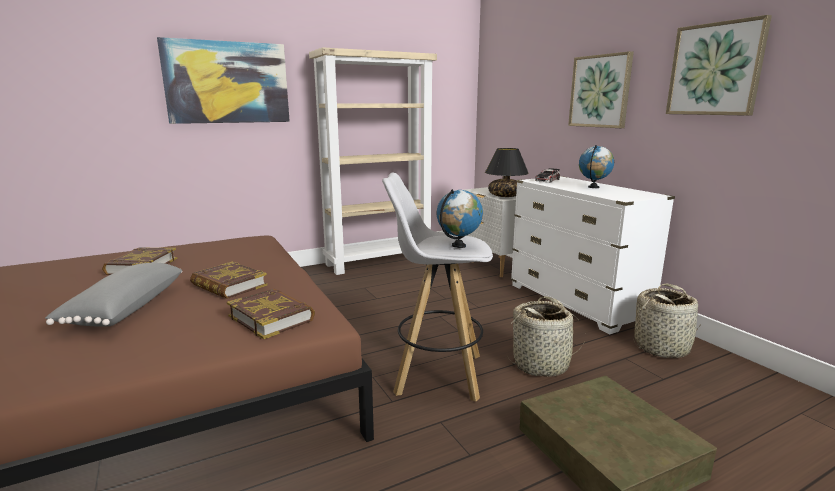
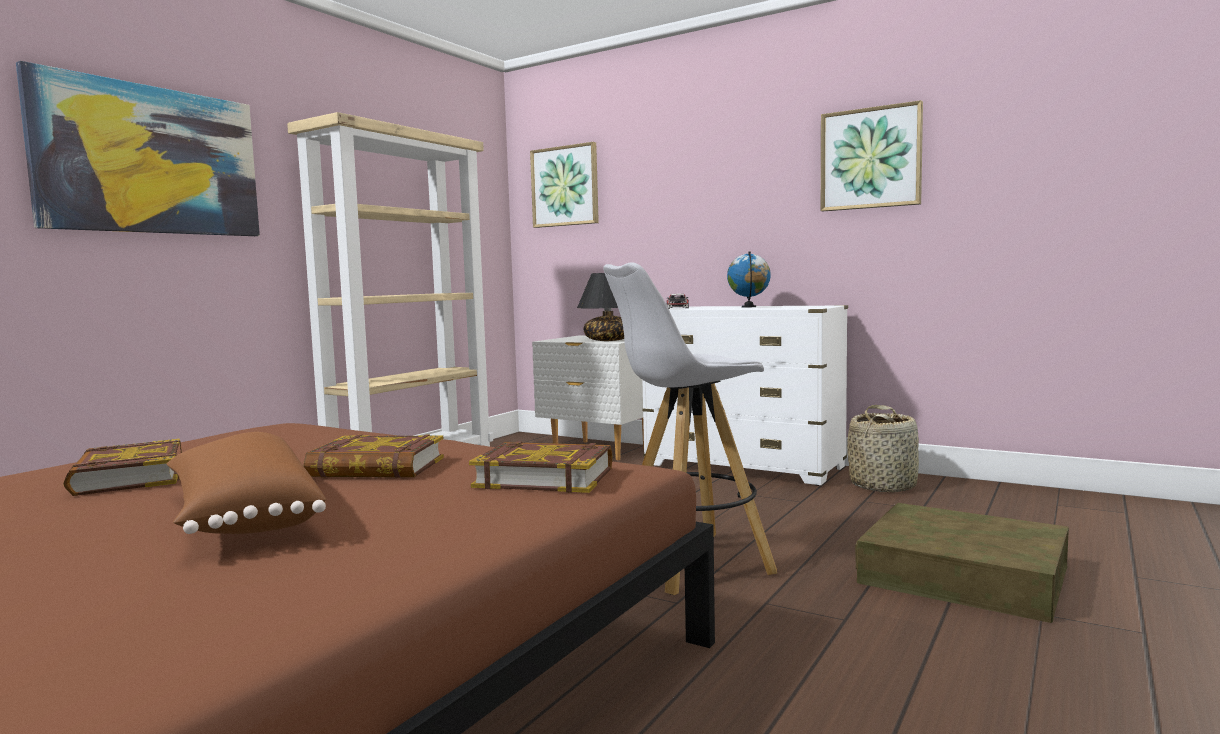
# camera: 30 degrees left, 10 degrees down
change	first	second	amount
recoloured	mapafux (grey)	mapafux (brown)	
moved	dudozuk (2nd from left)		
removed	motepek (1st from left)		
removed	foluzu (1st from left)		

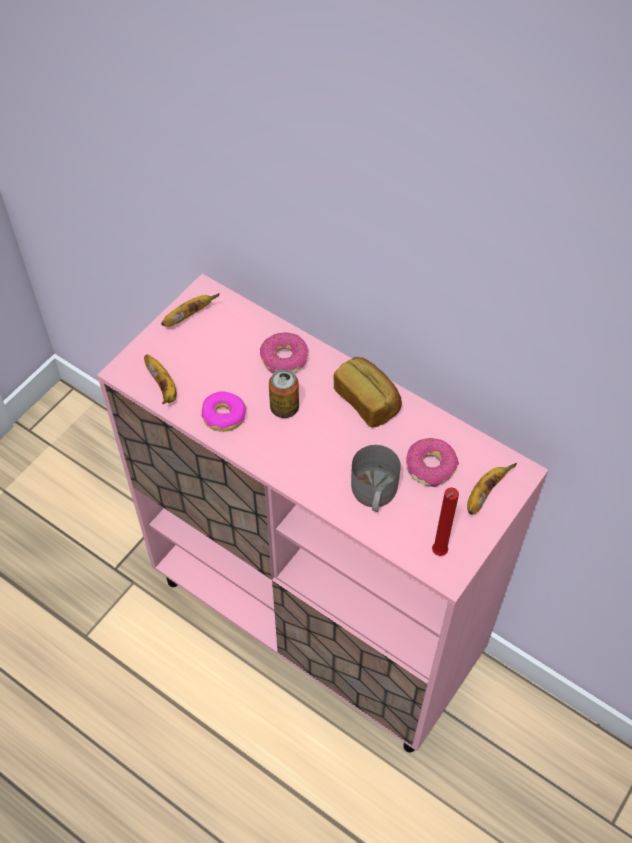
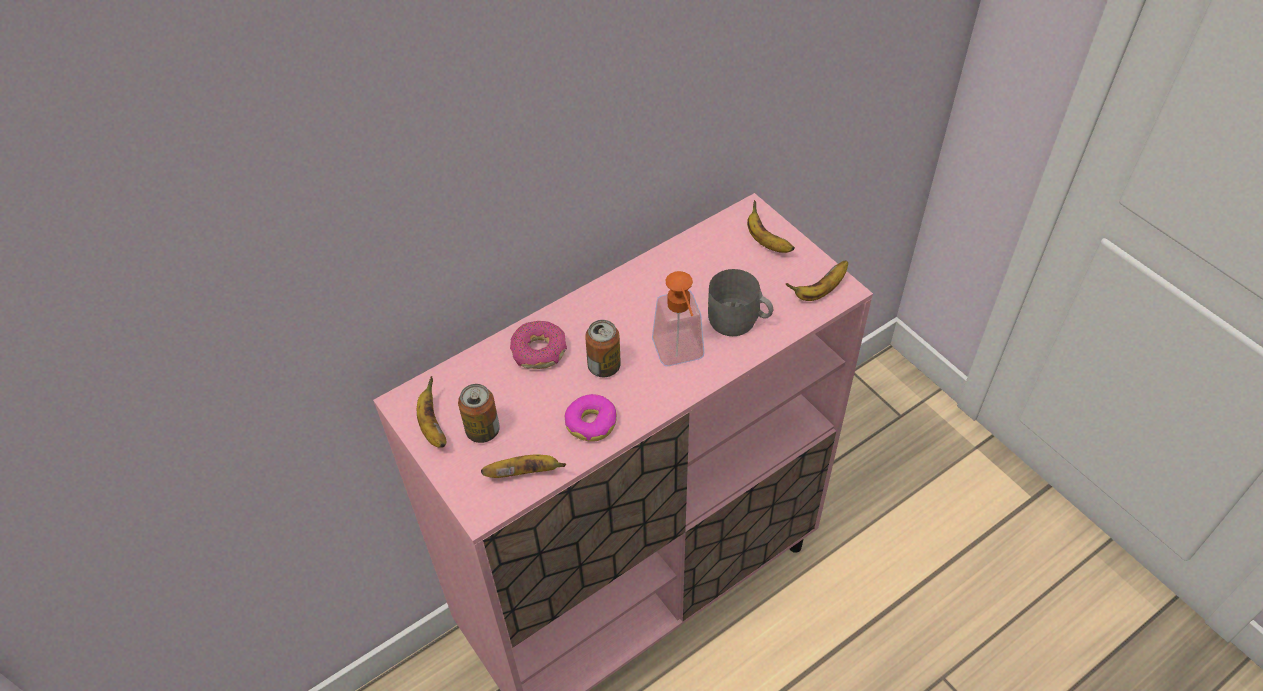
# camera: 70 degrees left, 5 degrees down
change	first	second	amount
added		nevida (1st from left)	
added		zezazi	
replaced	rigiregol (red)	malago (4th from left)	
removed	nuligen		
removed	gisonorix (3rd from left)		

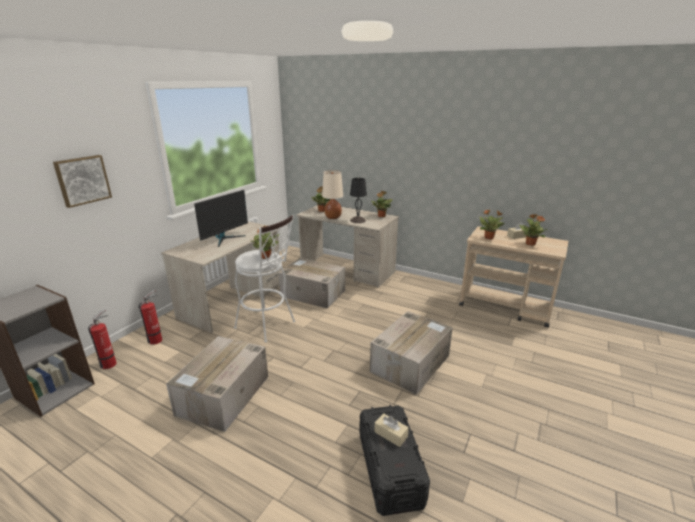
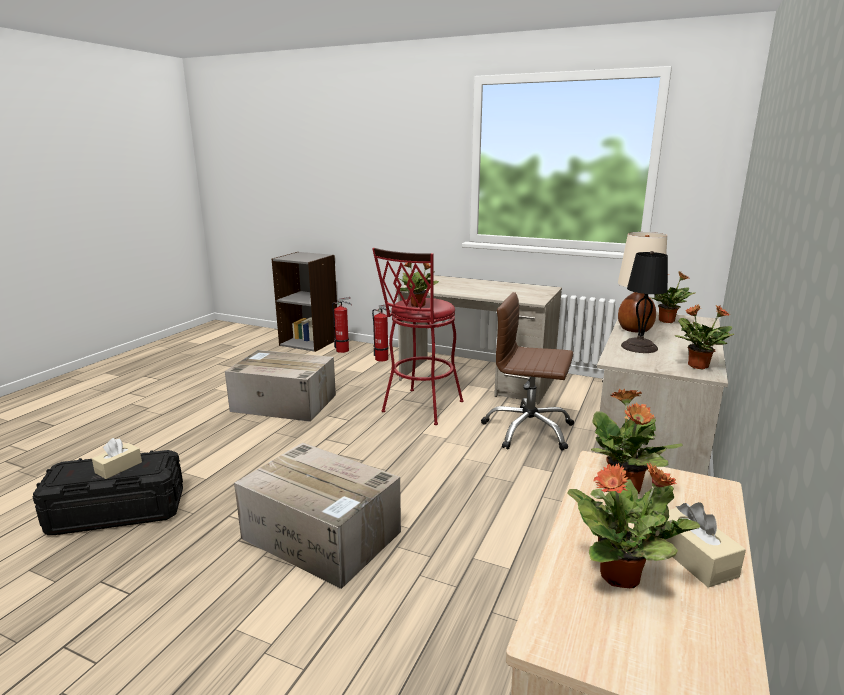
# camera: 85 degrees right, 5 degrees down
change	first	second	amount
recoloured	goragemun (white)	goragemun (red)	
replaced	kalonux (2nd from left)	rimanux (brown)	
removed	dudozuk		
removed	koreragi		

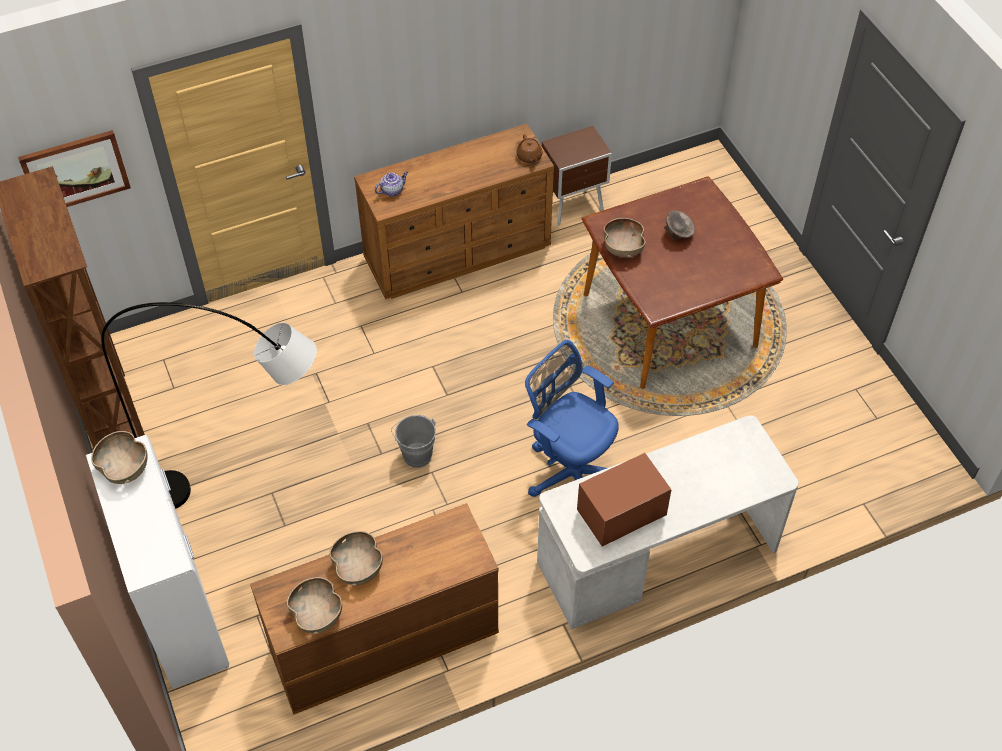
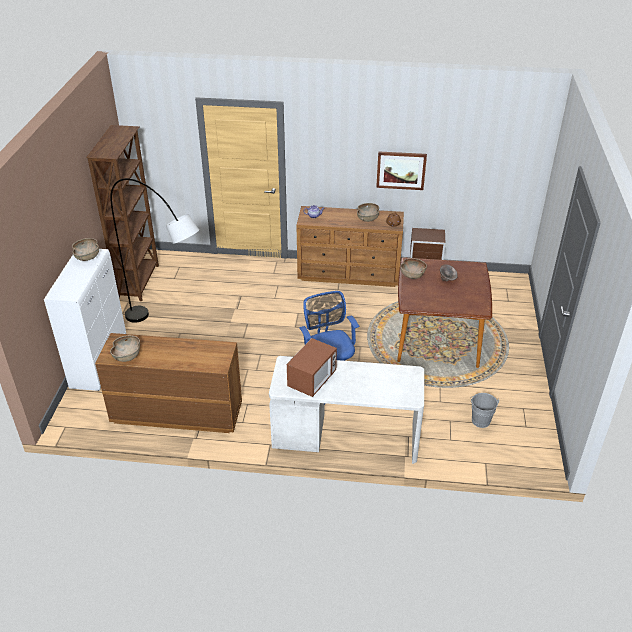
# camera: 30 degrees right, 15 degrees down
change	first	second	amount
turned	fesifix		120 degrees clockwise
moved	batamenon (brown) (3rd from left)		
moved	dudozuk		
moved	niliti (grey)		

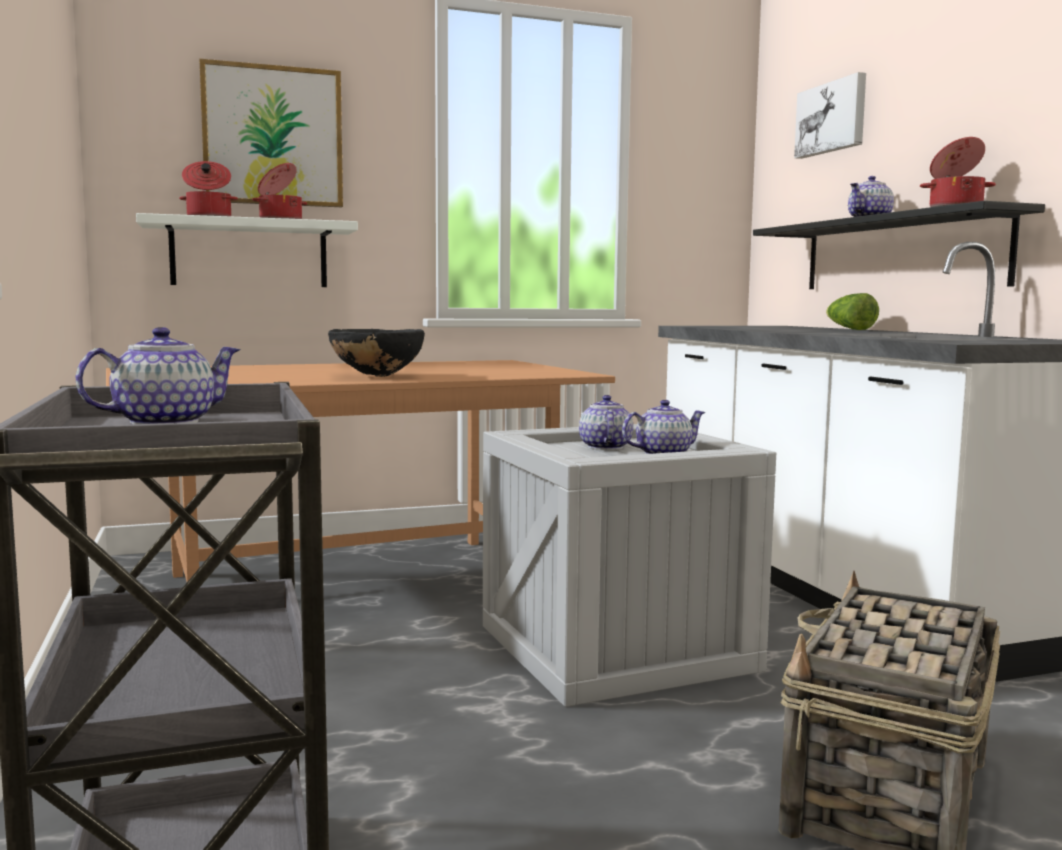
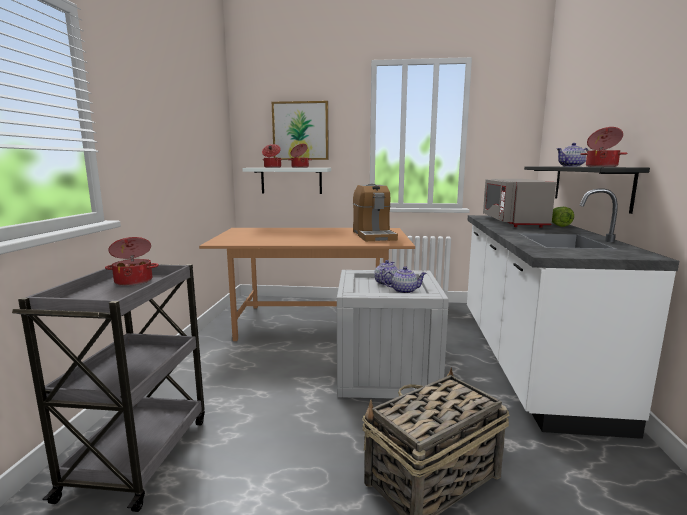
# camera: 25 degrees right, 5 degrees up
change	first	second	amount
replaced	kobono (1st from left)	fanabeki (1st from left)	
added		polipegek	
added		fesifix (grey)	
removed	batamenon (black)		
removed	dudozuk (2nd from left)		

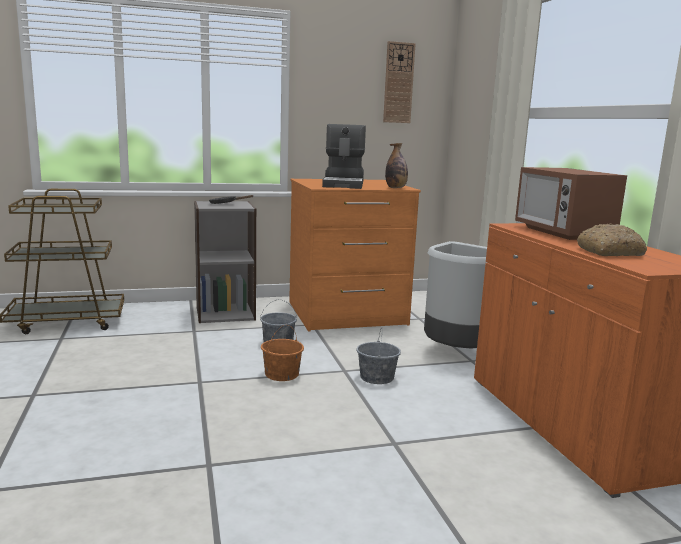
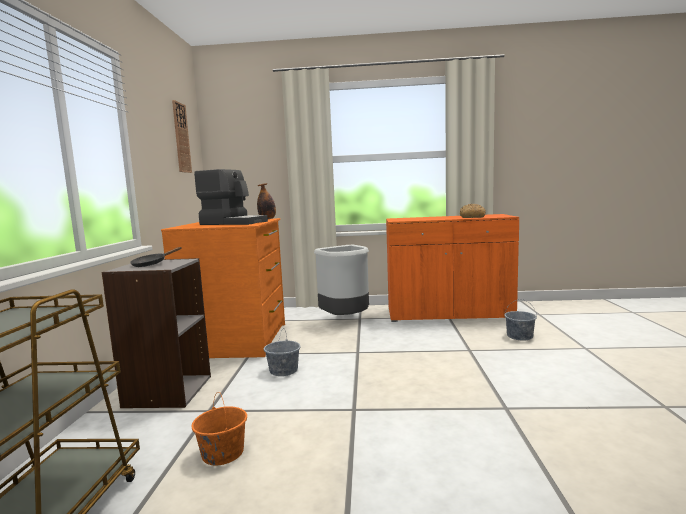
# camera: 70 degrees left, 5 degrees down
change	first	second	amount
moved	niliti (orange)		
moved	niliti (grey) (2nd from left)		
removed	fesifix		

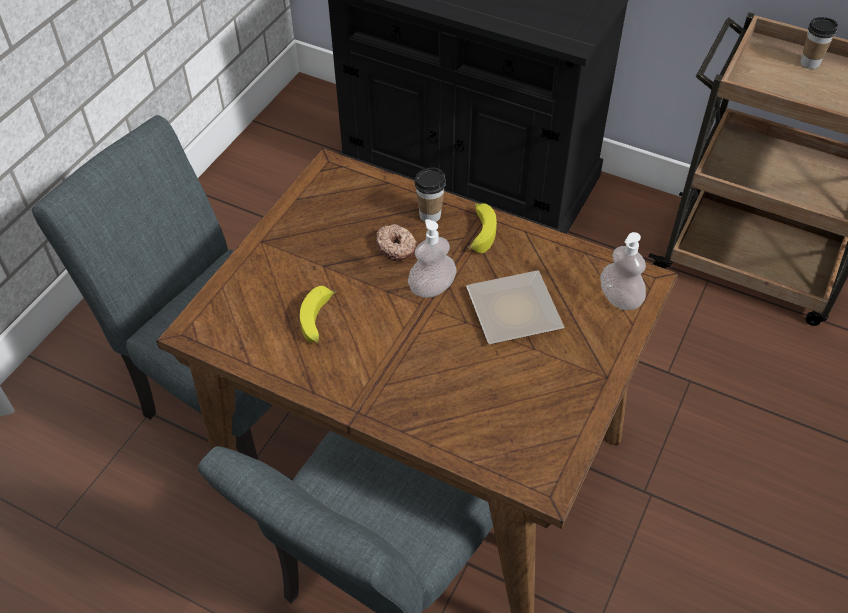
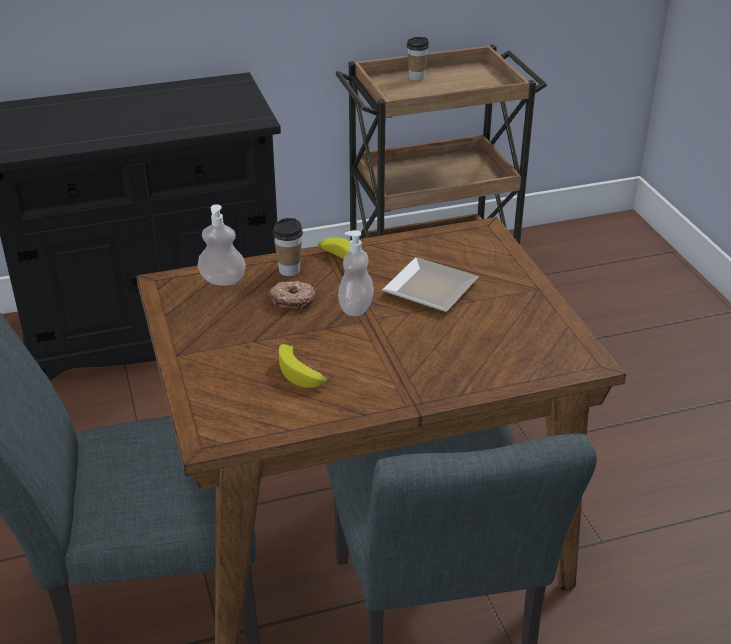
# camera: 45 degrees left, 15 degrees down
change	first	second	amount
moved	zezazi (2nd from left in the first image)	zezazi (1st from left)	

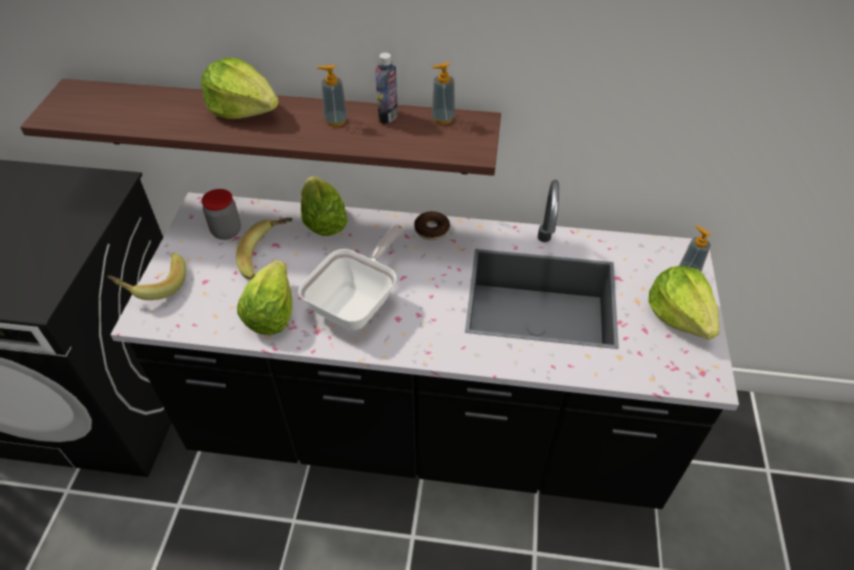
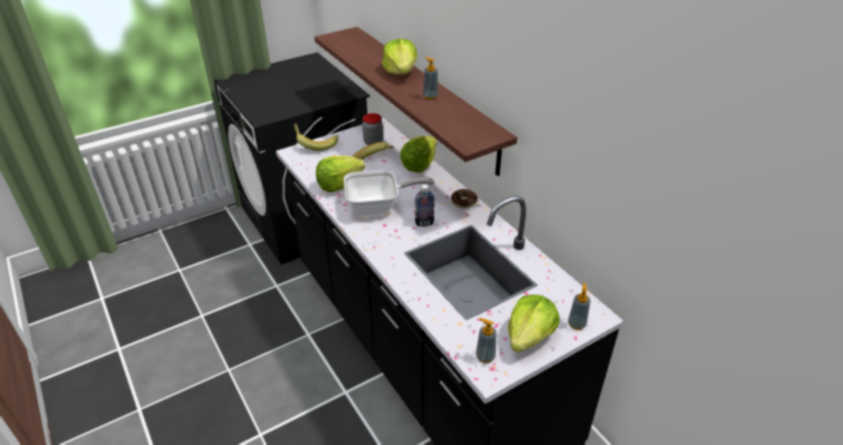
# camera: 50 degrees right, 10 degrees down
change	first	second	amount
moved	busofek		
moved	zezazi (2nd from left)		

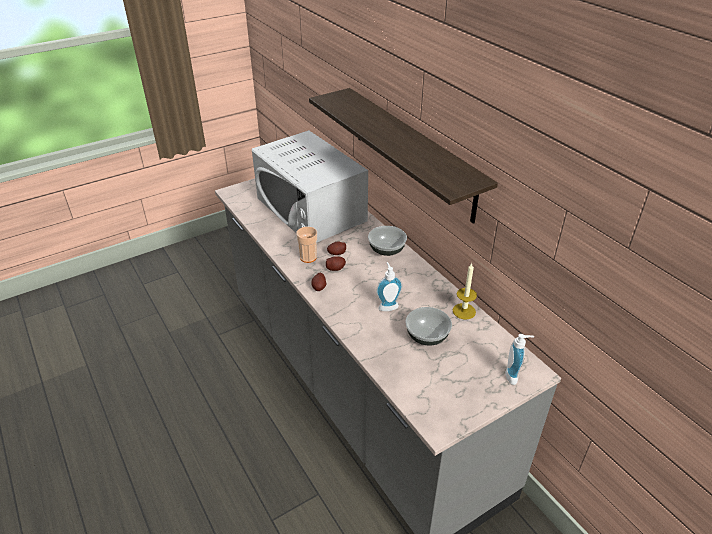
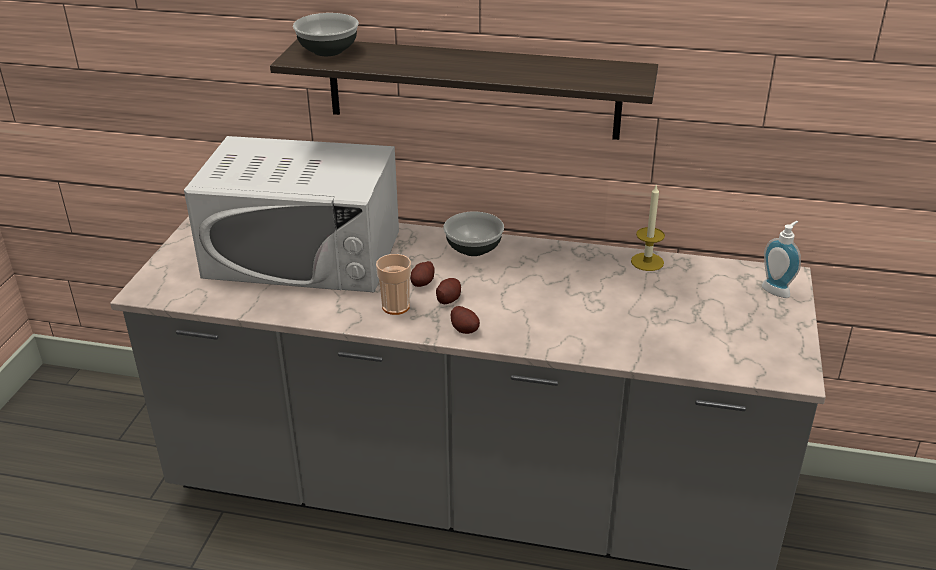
# camera: 45 degrees left, 5 degrees down
change	first	second	amount
moved	batamenon (2nd from left in the first image)	batamenon (1st from left)	
removed	zezazi (1st from left)		

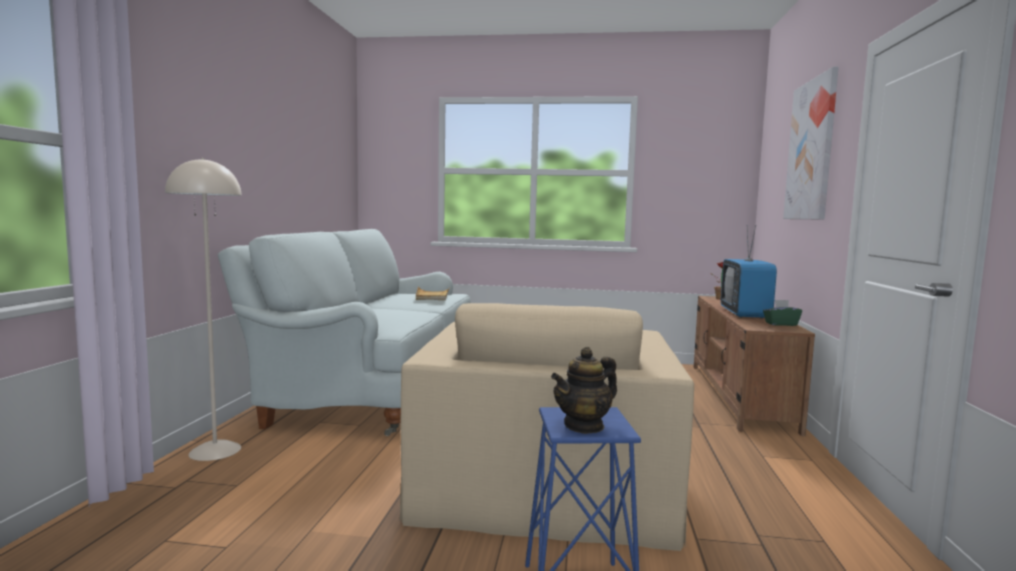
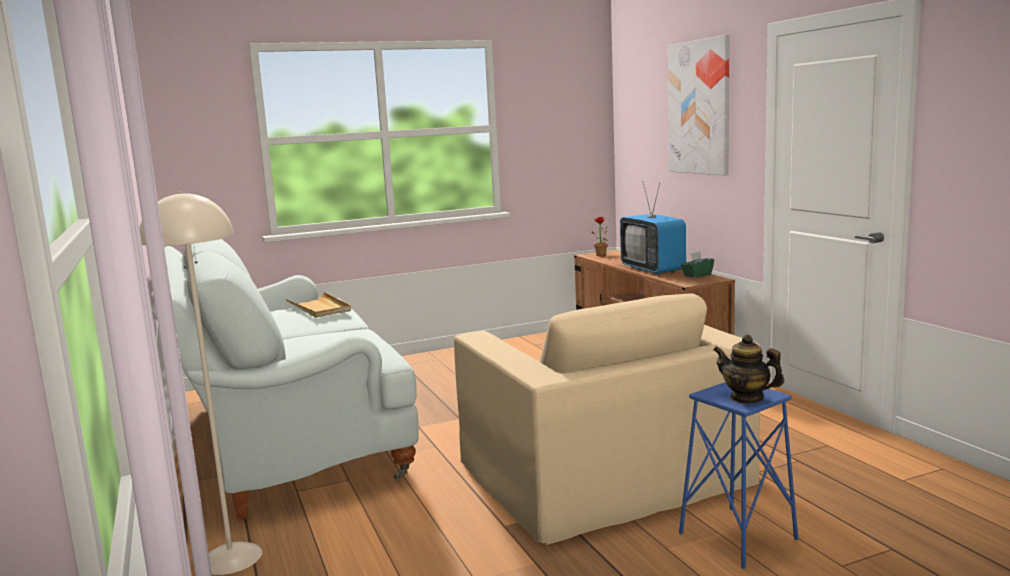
# camera: 30 degrees left, 5 degrees up
change	first	second	amount
turned	kobono		105 degrees clockwise

